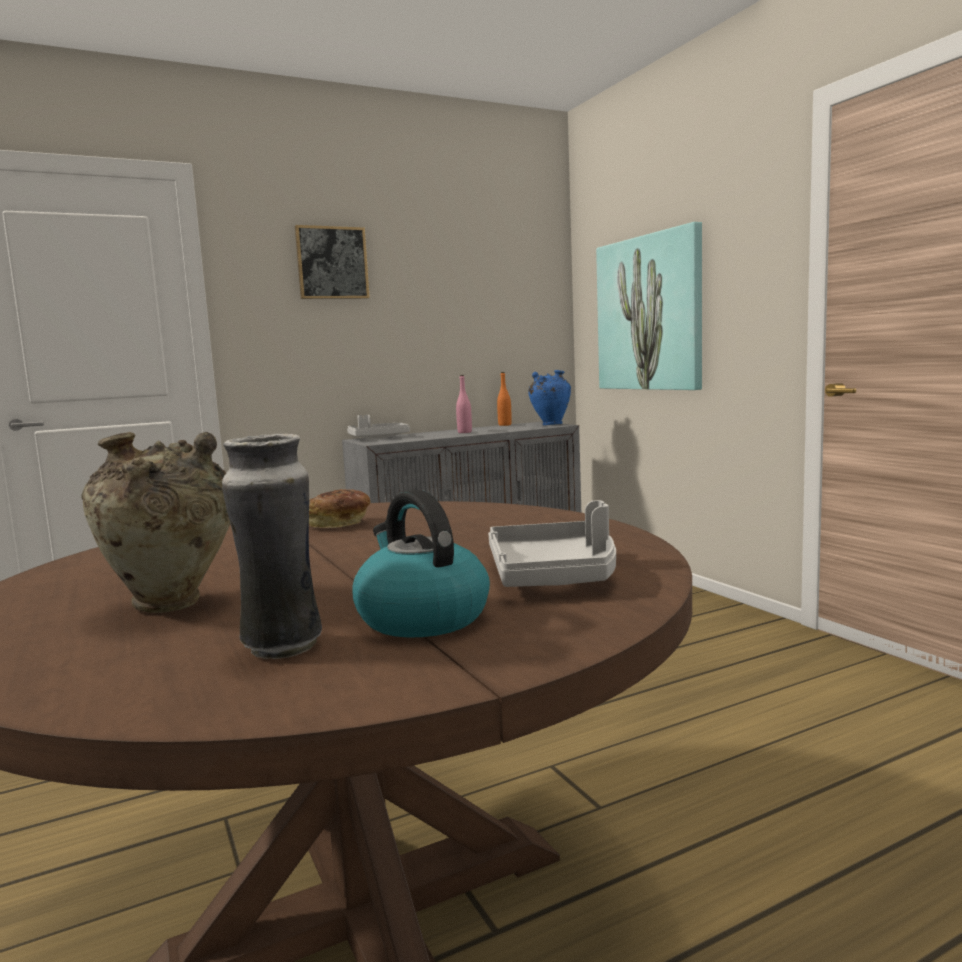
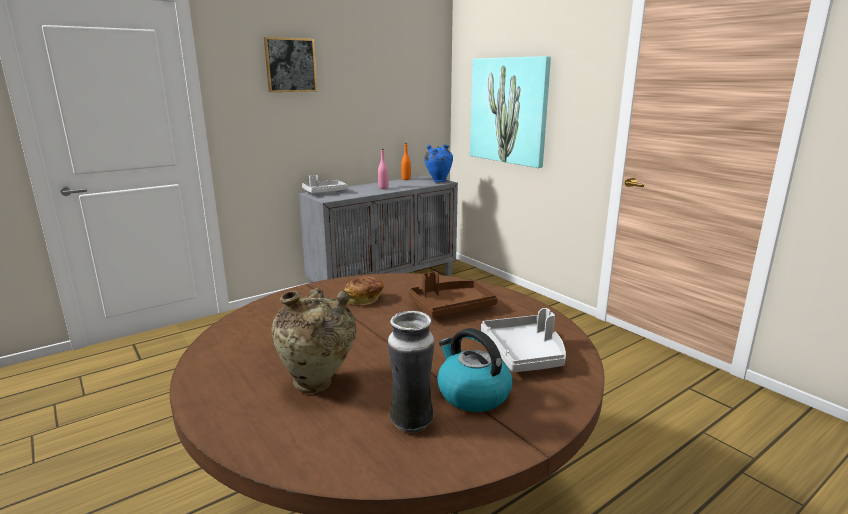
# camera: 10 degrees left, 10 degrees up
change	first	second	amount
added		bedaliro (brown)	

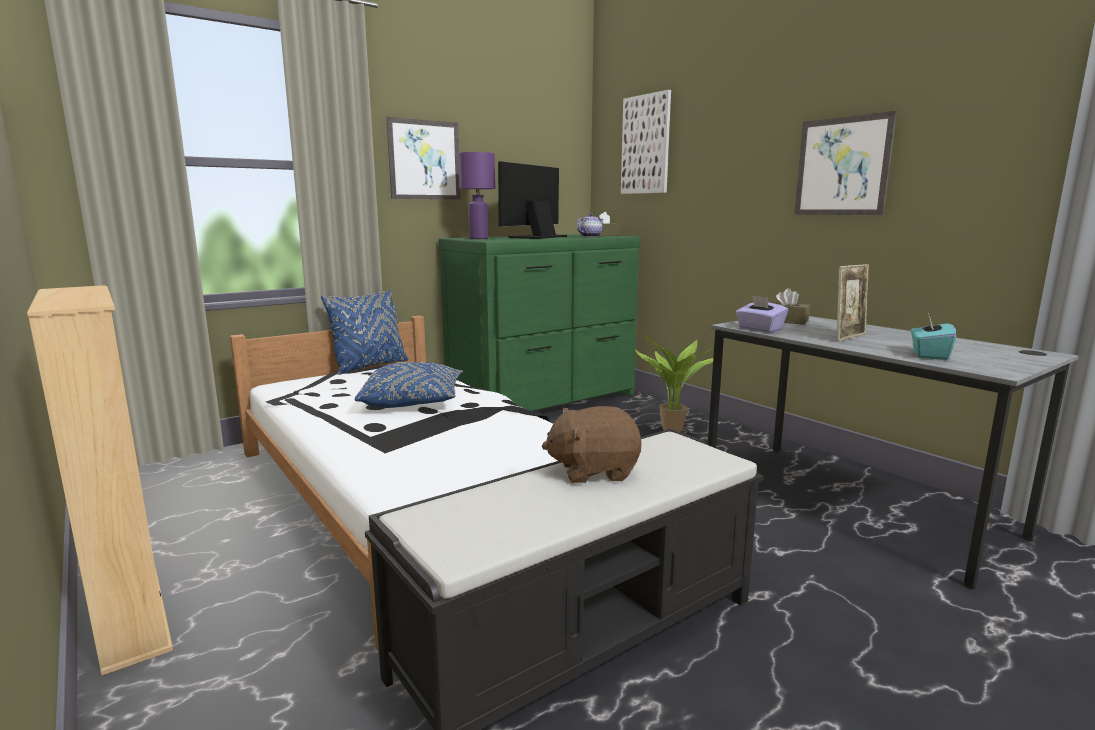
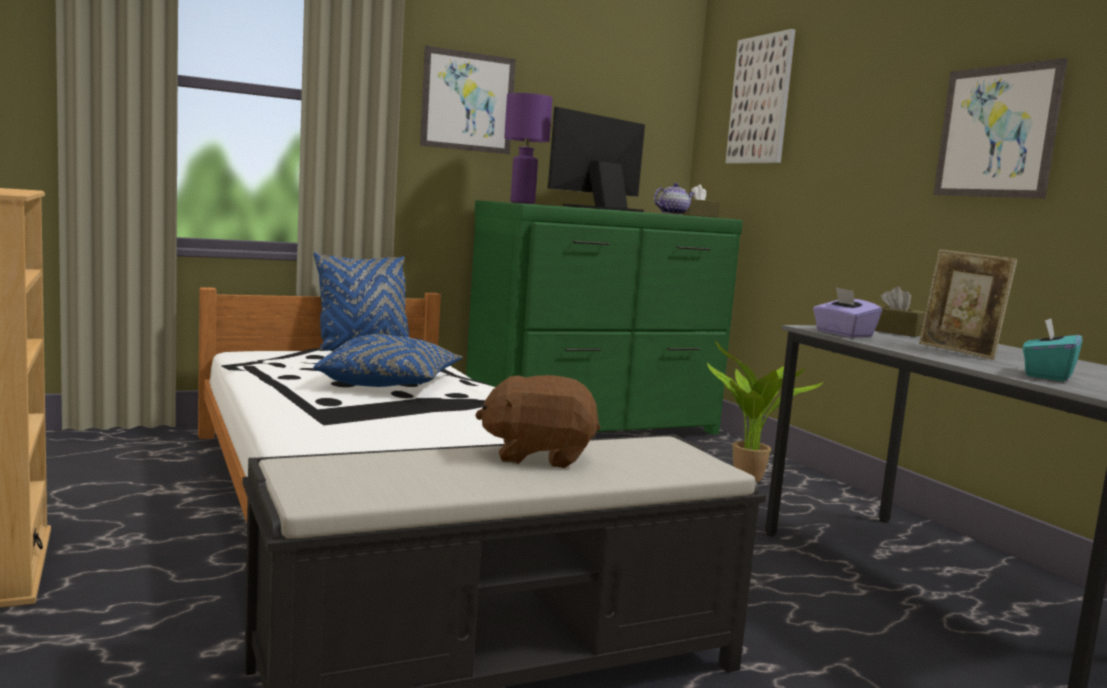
# camera: 10 degrees right, 5 degrees down
change	first	second	amount
turned	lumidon		90 degrees clockwise

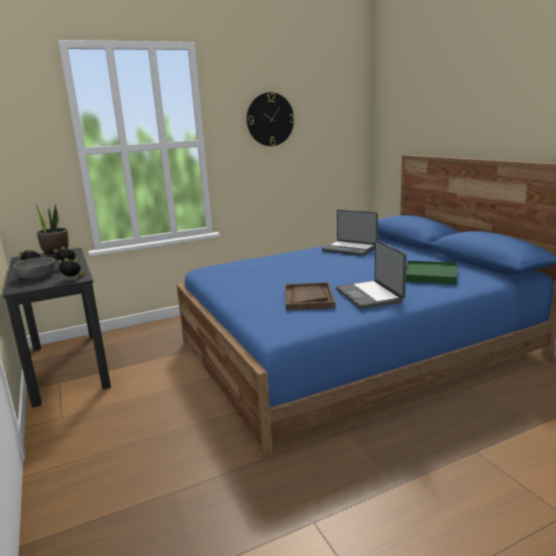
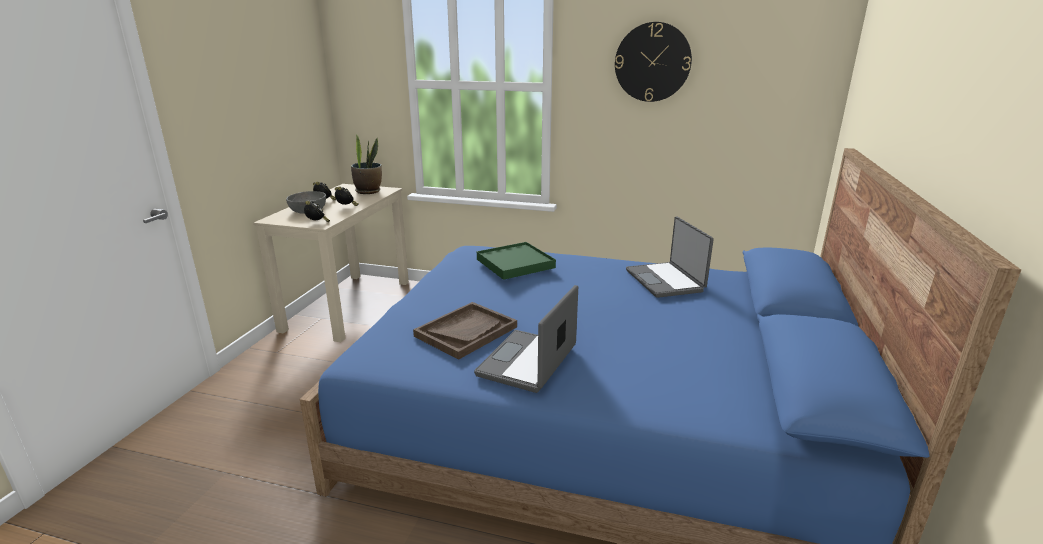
# camera: 40 degrees right, 5 degrees up
change	first	second	amount
recoloured	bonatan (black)	bonatan (beige)	
moved	bedaliro (green)		

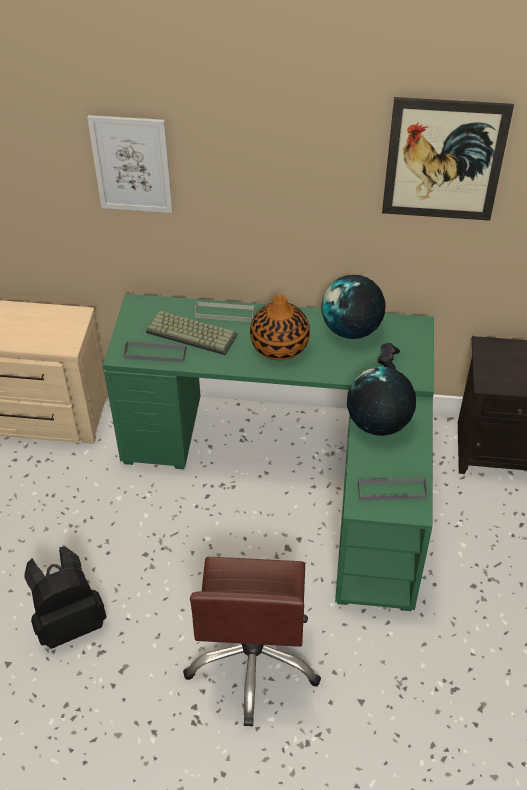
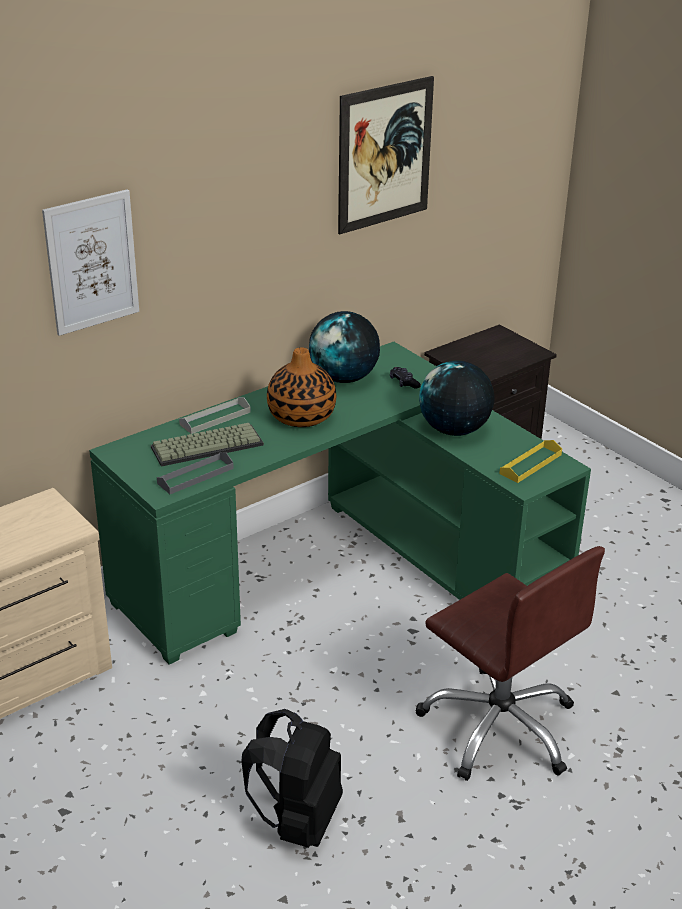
# camera: 45 degrees left, 15 degrees down
change	first	second	amount
recoloured	bedaliro (grey) (3rd from left)	bedaliro (yellow)	

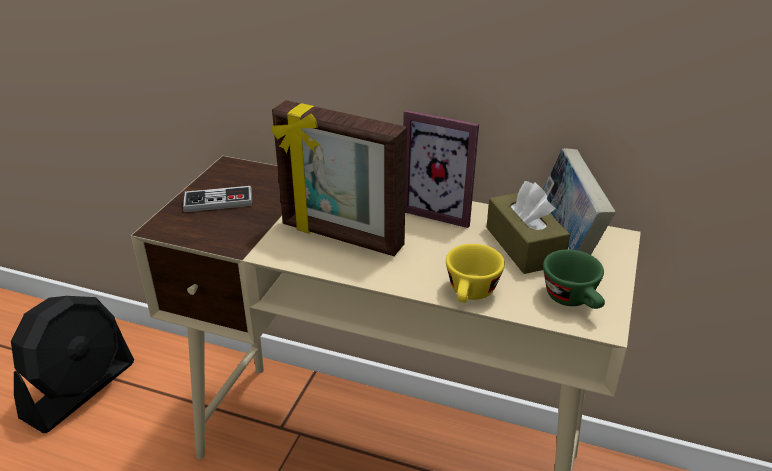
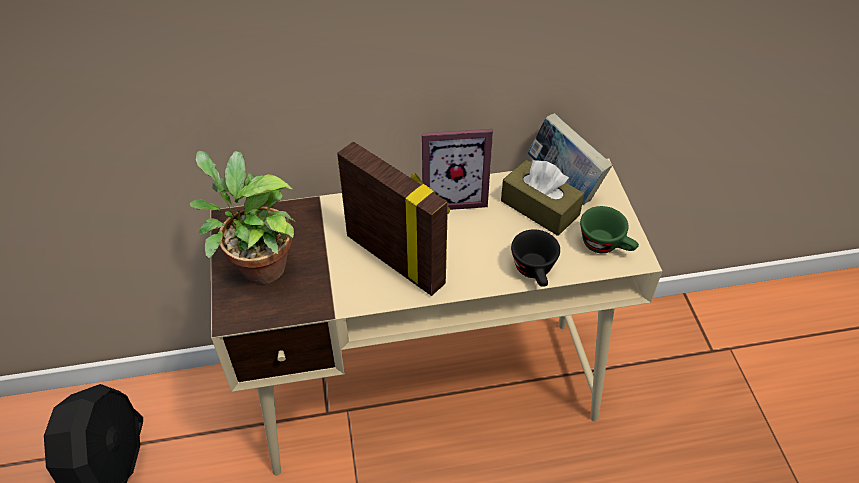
# camera: 30 degrees left, 15 degrees up
change	first	second	amount
replaced	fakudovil	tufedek	
turned	lumidon (1st from left)		135 degrees counterclockwise
recoloured	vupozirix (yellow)	vupozirix (black)	

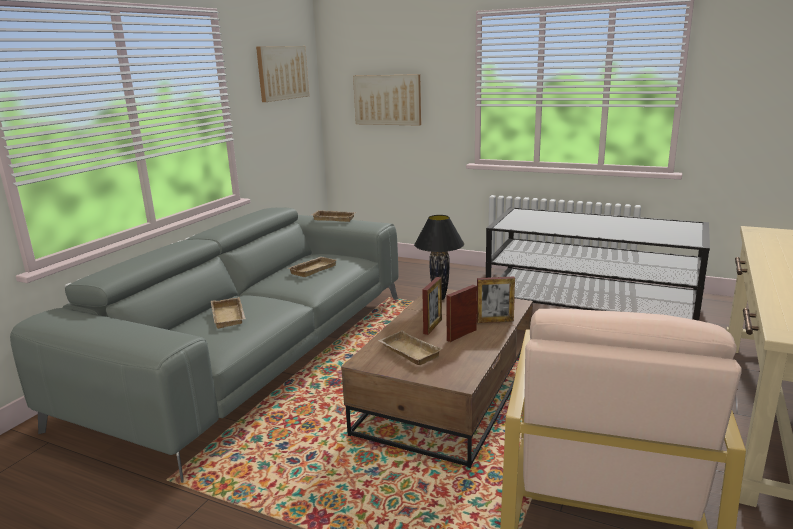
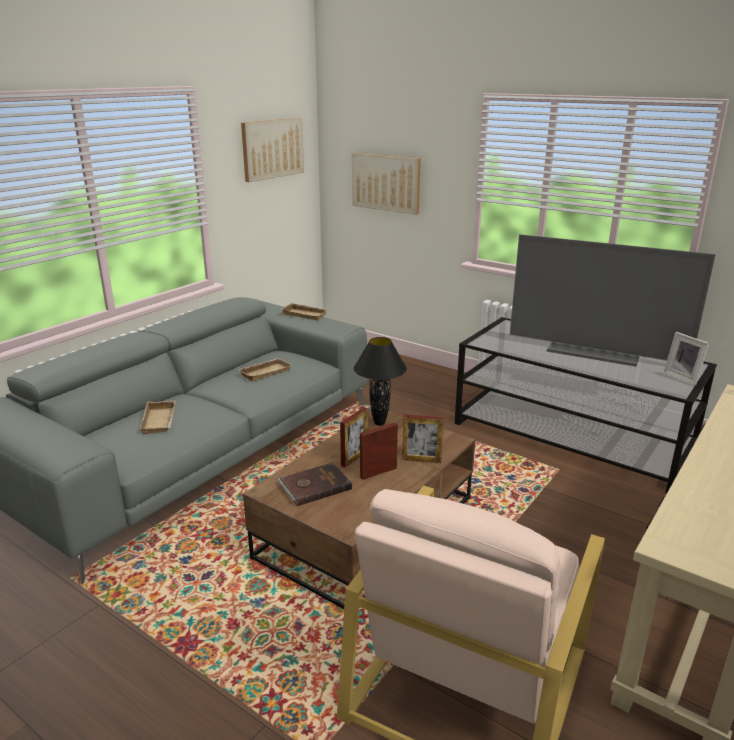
# camera: 10 degrees right, 5 degrees up
change	first	second	amount
replaced	bedaliro (beige) (4th from left)	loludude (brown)	
added		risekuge	
added		lumidon (4th from left)	

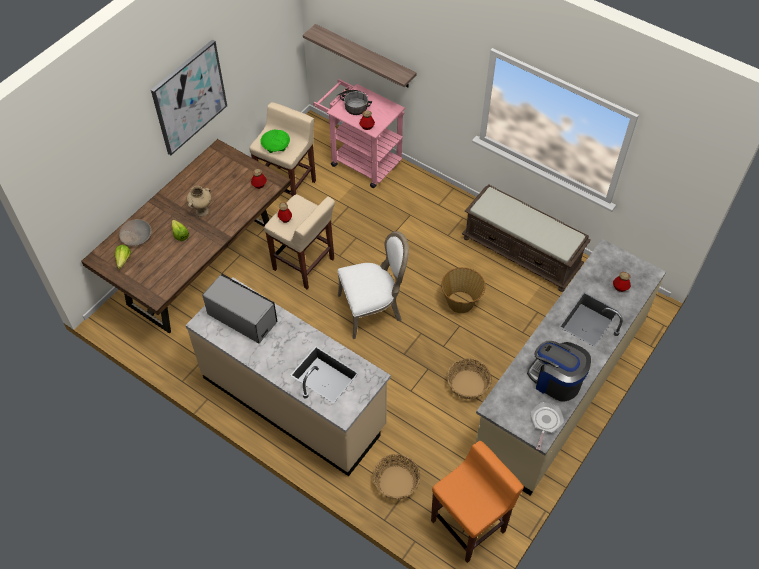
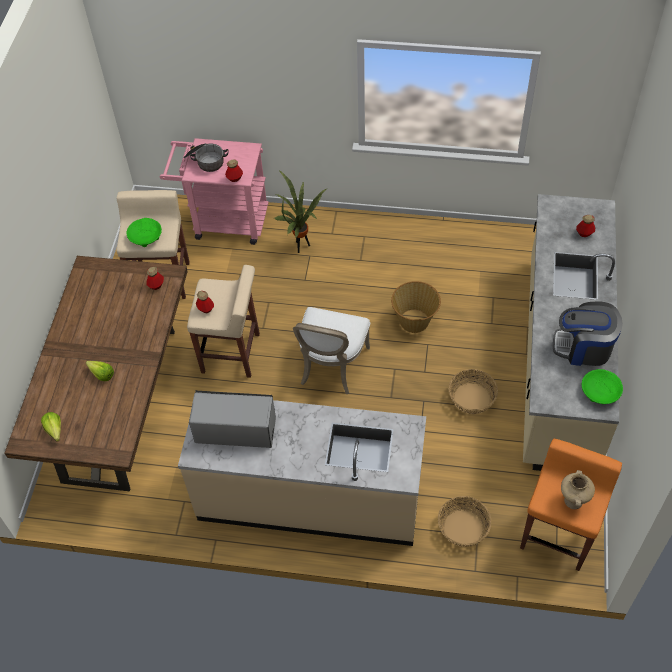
# camera: 25 degrees left, 0 degrees up
change	first	second	amount
added		tufedek	
turned	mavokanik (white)		150 degrees clockwise
moved	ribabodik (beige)		
replaced	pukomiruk	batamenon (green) (2nd from left)	
removed	batamenon (beige)		
removed	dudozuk		
removed	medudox		
removed	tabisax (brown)		

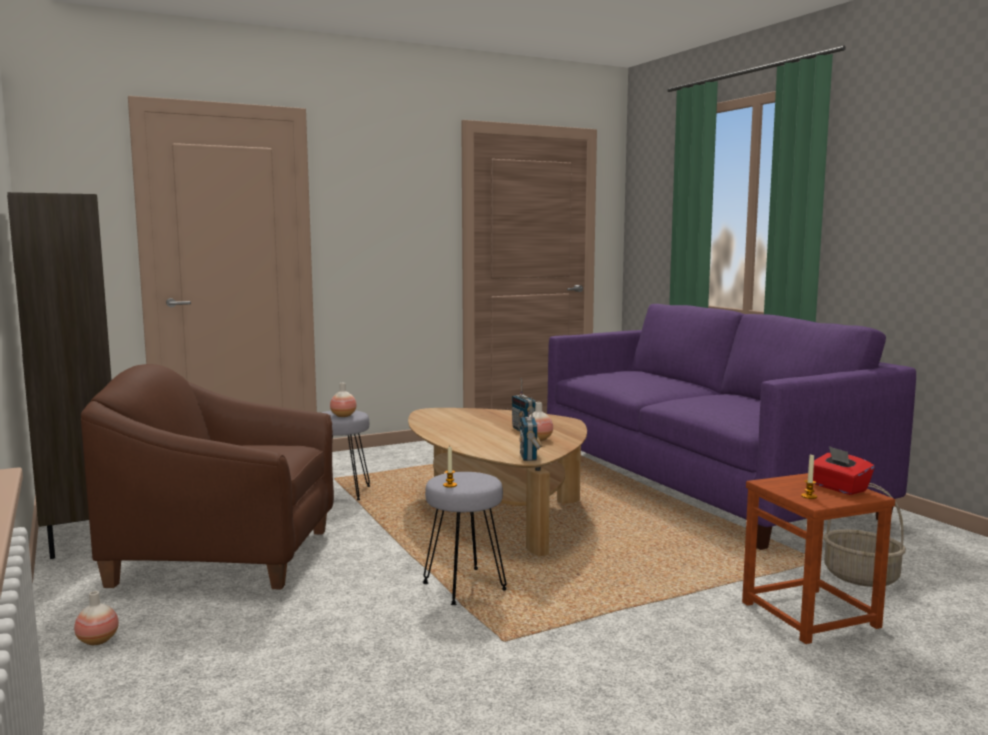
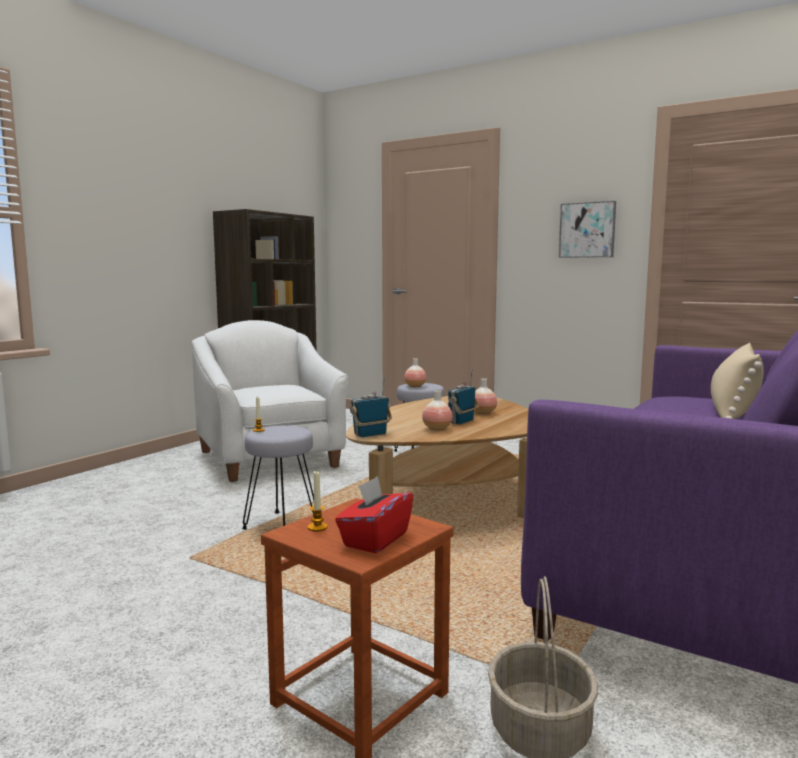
# camera: 60 degrees right, 0 degrees up
change	first	second	amount
recoloured	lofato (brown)	lofato (white)	
moved	ribabodik (1st from left in the first image)	ribabodik (3rd from left)	
added		dudozuk	
added		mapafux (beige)	

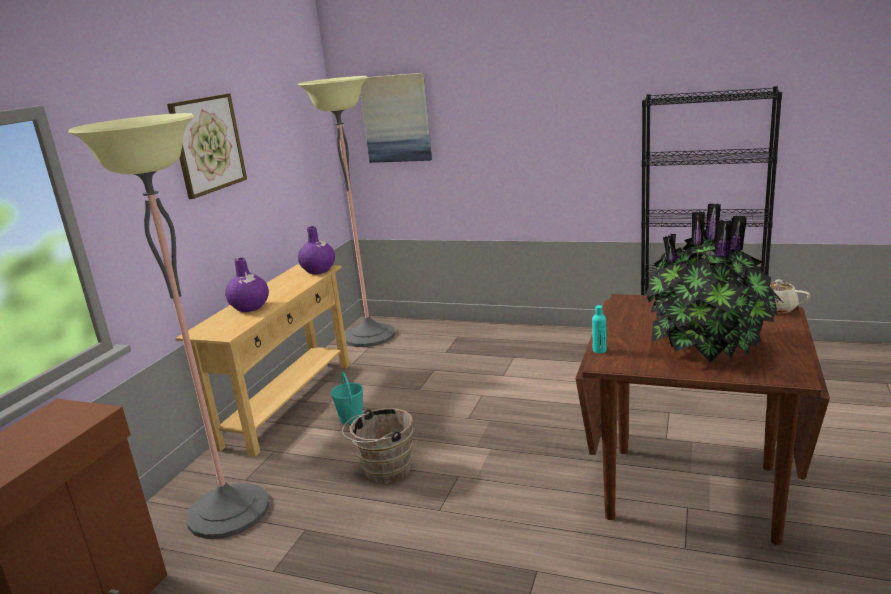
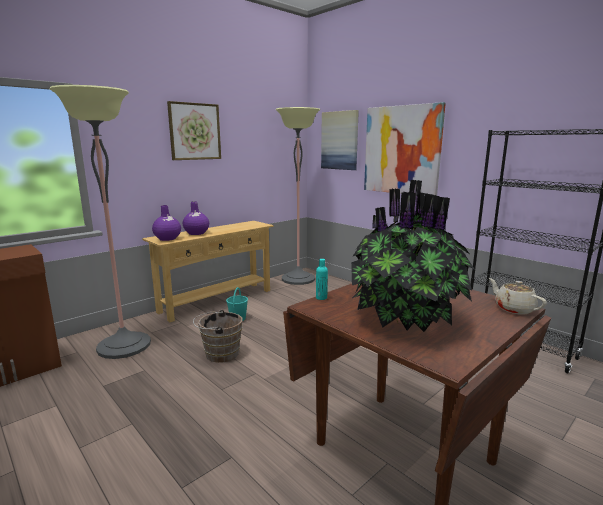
# camera: 25 degrees right, 5 degrees down
change	first	second	amount
moved	ribabodik (purple) (2nd from left in the first image)	ribabodik (purple) (1st from left)	
added		dudozuk (3rd from left)	

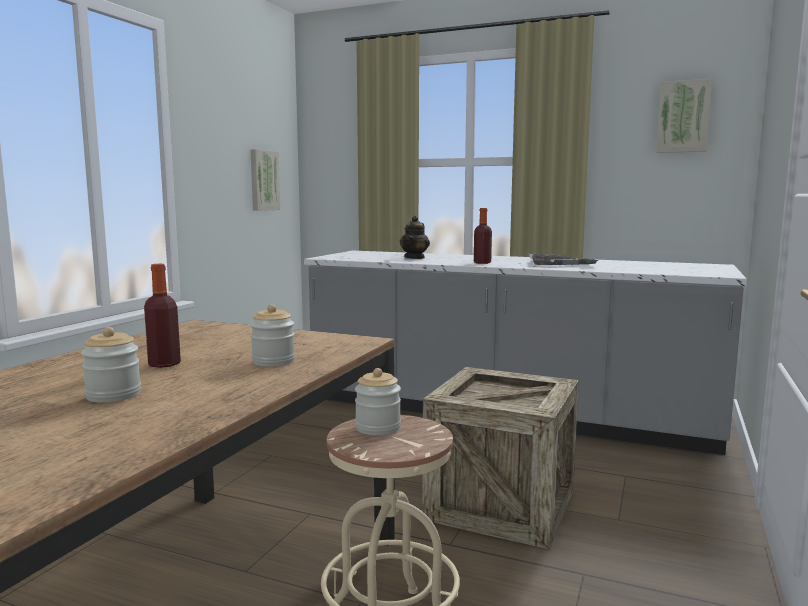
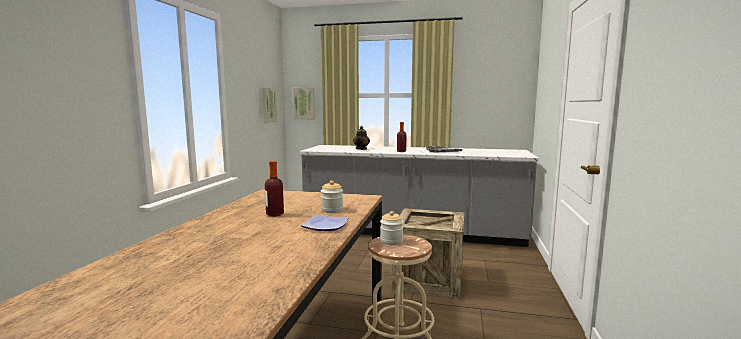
# camera: 10 degrees left, 0 degrees up
change	first	second	amount
moved	dudozuk (2nd from left)		
added		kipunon	
removed	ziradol (1st from left)		

